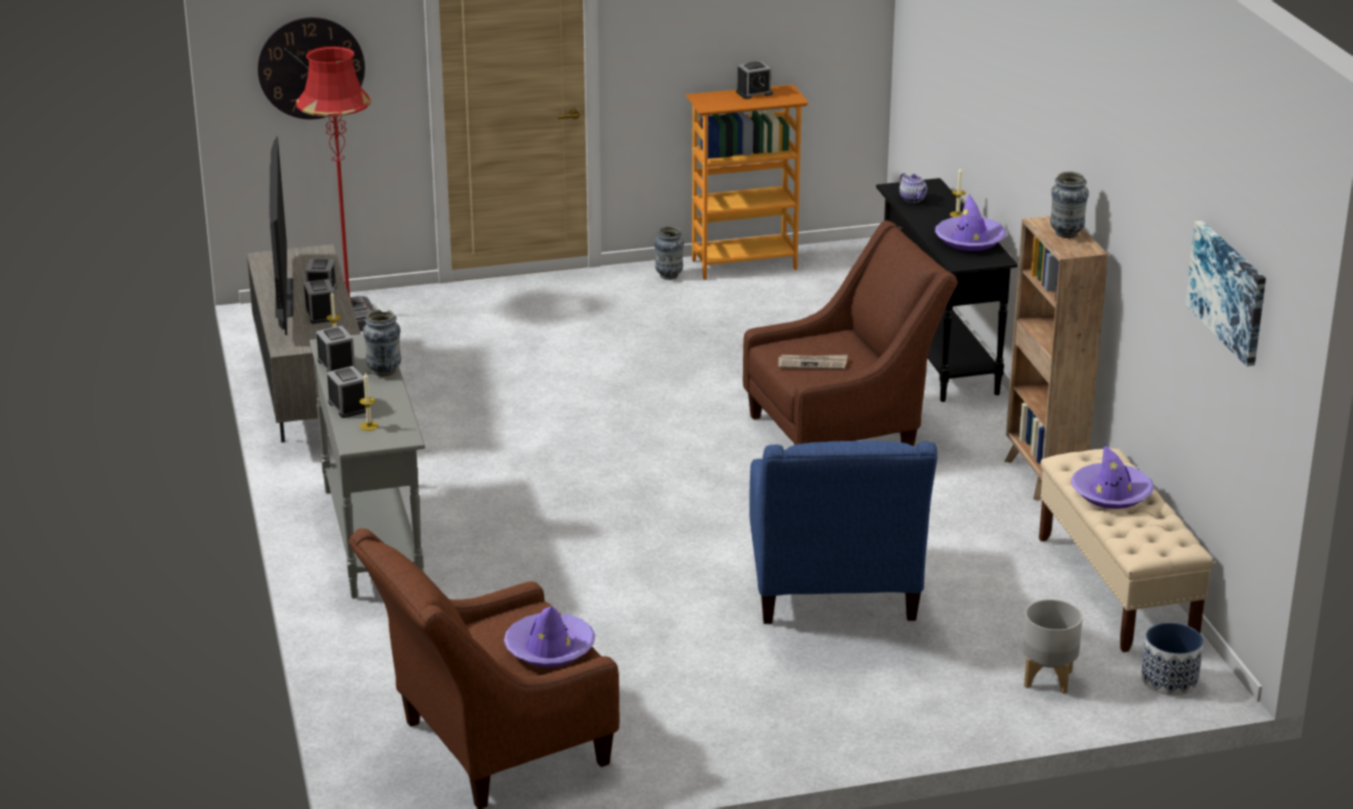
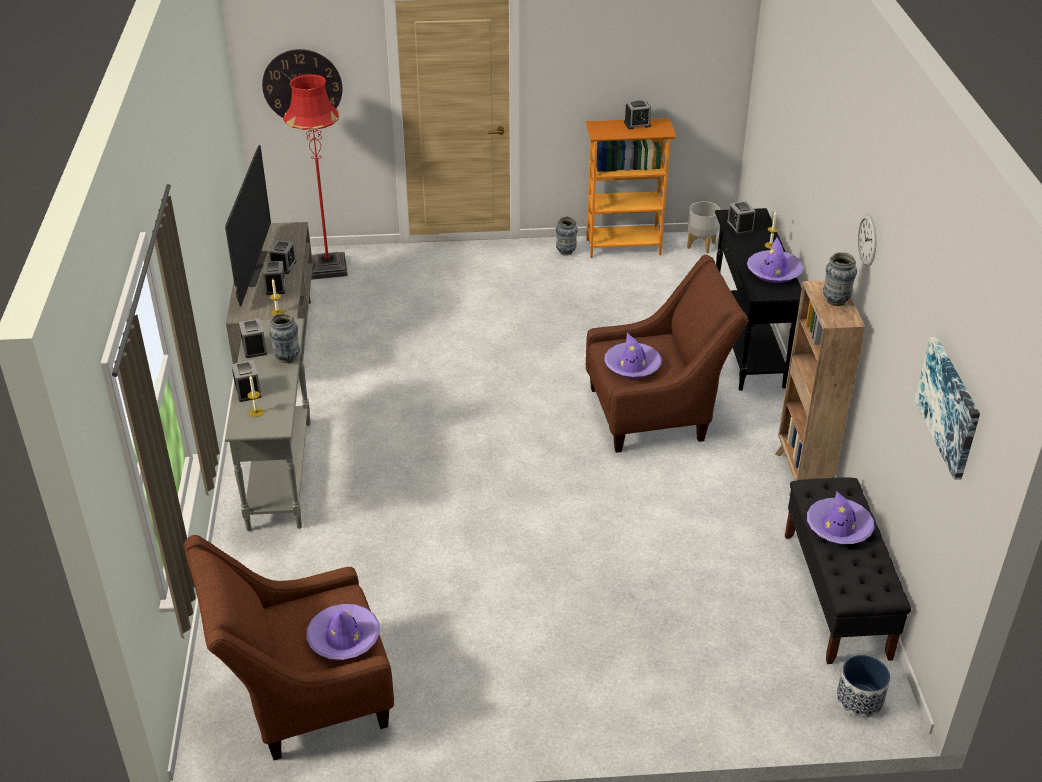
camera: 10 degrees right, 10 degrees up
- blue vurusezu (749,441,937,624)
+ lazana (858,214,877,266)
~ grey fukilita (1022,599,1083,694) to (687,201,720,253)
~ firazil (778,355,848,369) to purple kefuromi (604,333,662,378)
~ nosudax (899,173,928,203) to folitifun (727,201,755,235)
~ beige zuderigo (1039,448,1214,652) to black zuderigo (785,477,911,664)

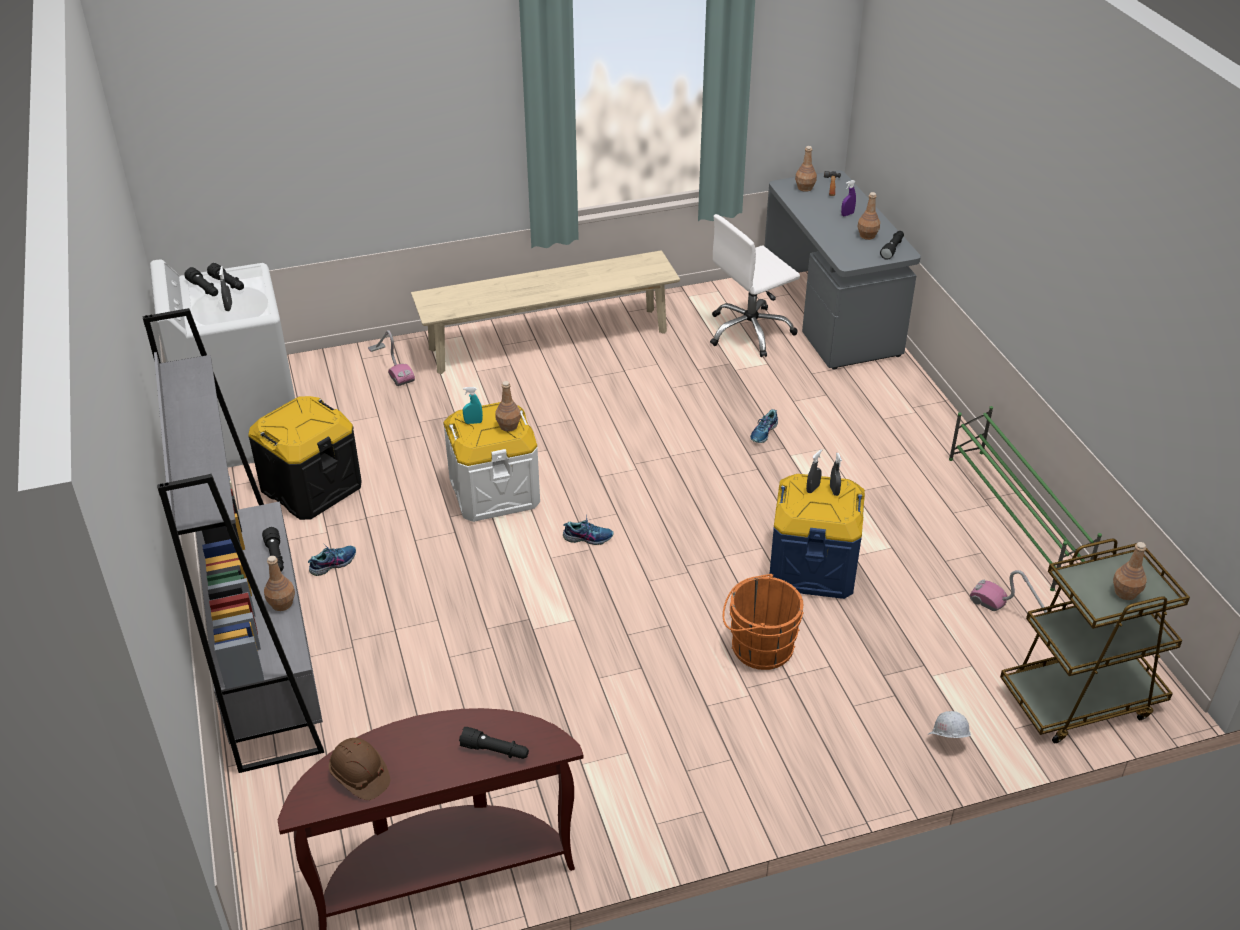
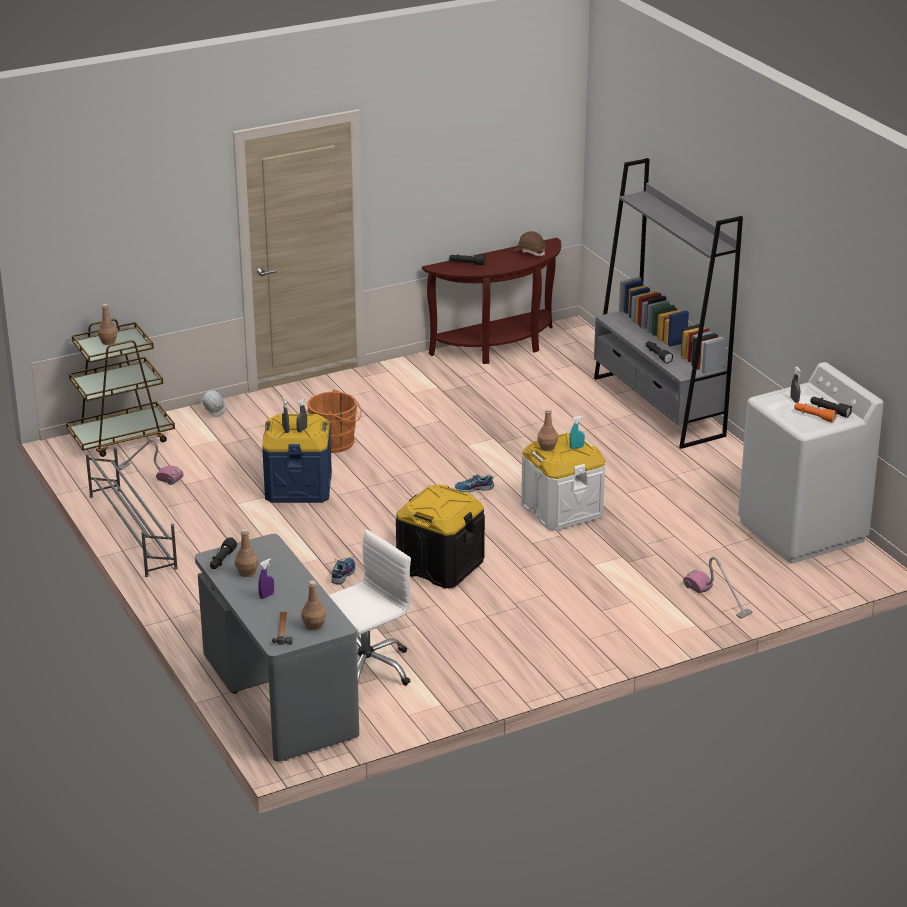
camera: 170 degrees right, 10 degrees down
- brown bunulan (264,556,295,611)
- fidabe (308,543,356,576)
- beige zuderigo (411,250,680,374)
~ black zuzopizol (248,396,362,520) to (396,485,485,589)
~ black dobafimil (207,263,244,290) to orange dobafimil (794,403,837,423)
~ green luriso (949,406,1102,591) to grey luriso (86,447,178,577)

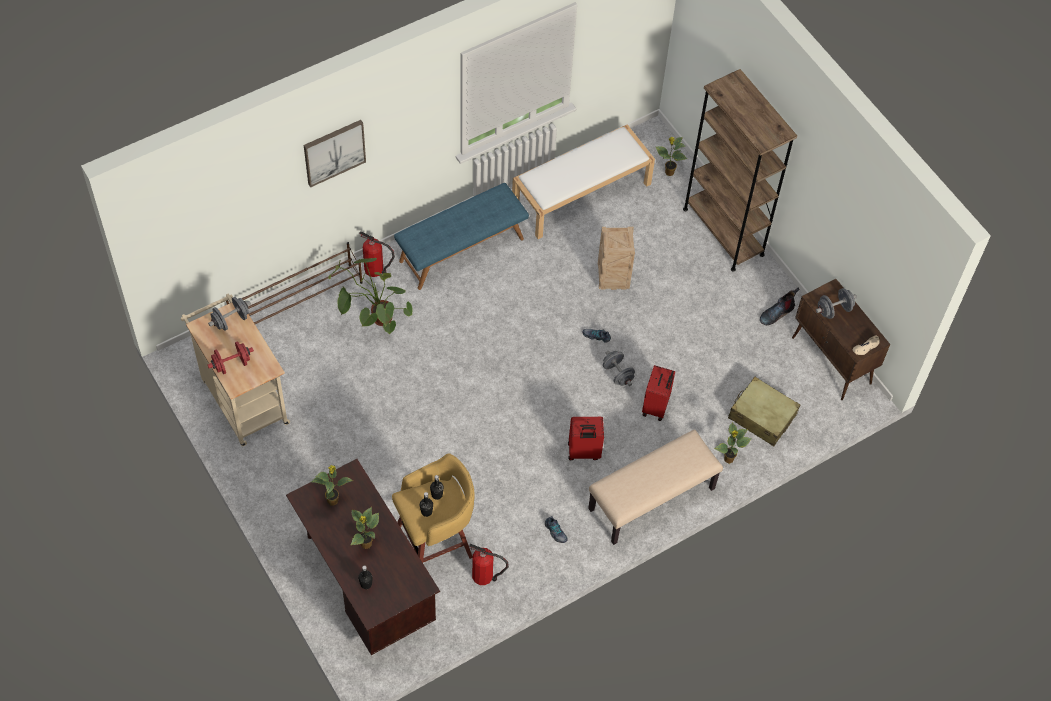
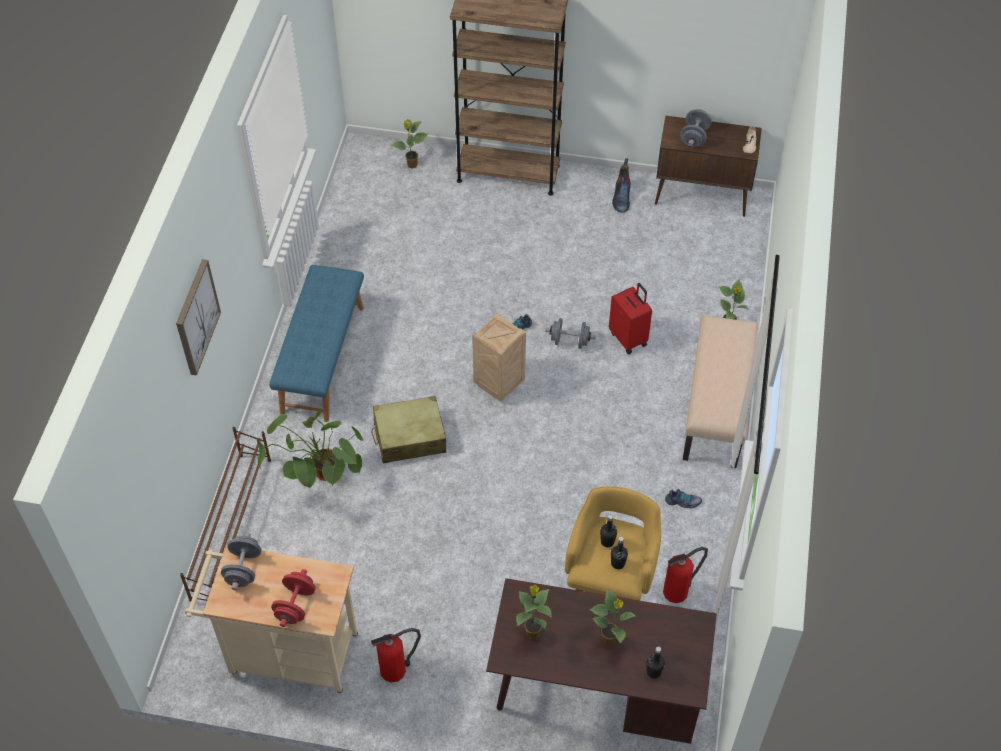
camera: 45 degrees left, 5 degrees down
- white zuderigo (512,124,655,239)
- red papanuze (568,417,604,460)
~ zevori (359,231,395,277) to (371,628,421,683)
~ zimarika (598,226,635,290) to (472,312,526,402)
~ beige papanuze (728,377,800,446) to (371,396,446,464)

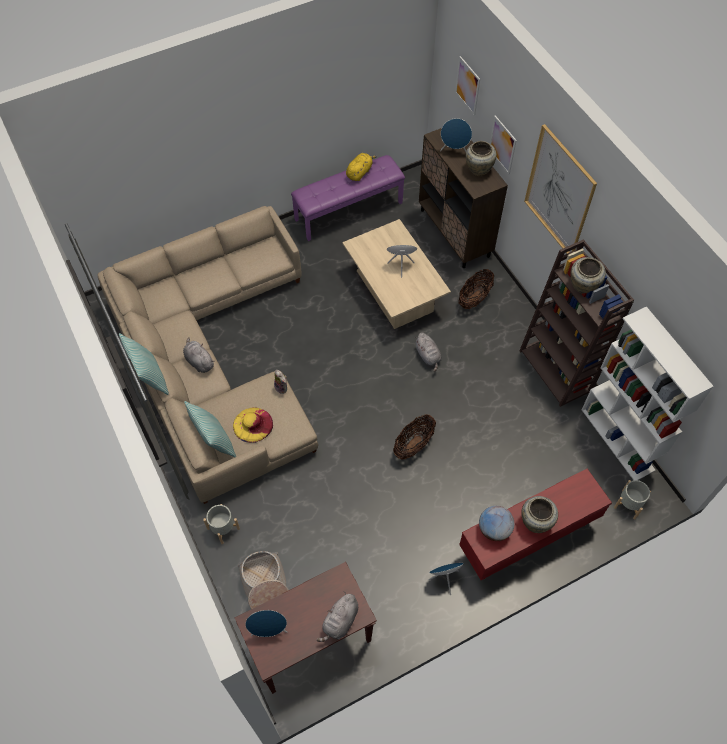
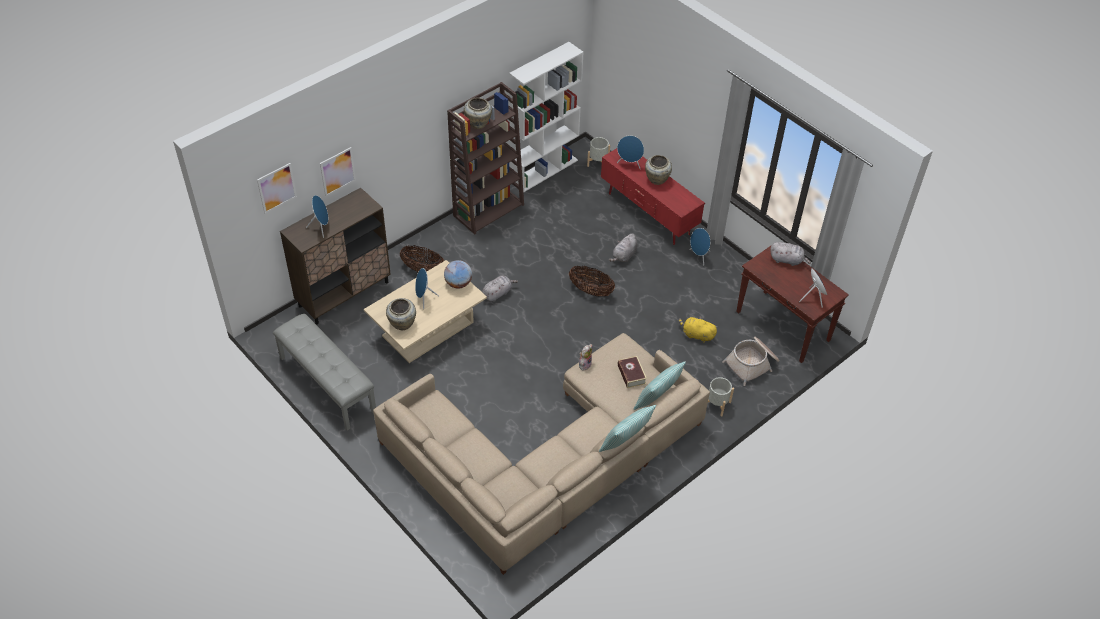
camera: 105 degrees left, 10 degrees down
- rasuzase (524,124,597,254)
+ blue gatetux (617,135,644,169)
~ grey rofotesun (183,337,215,373) to (609,233,638,262)
~ yellow rofotesun (346,153,377,181) to (679,316,718,343)
~ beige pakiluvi (466,141,497,176) to (386,298,416,330)
~ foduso (479,506,514,541) to (444,260,472,289)
~ yellow kefuromi (233,407,273,443) to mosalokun (618,356,647,388)
~ purple zuderigo (291,155,405,241) to grey zuderigo (273,314,376,431)

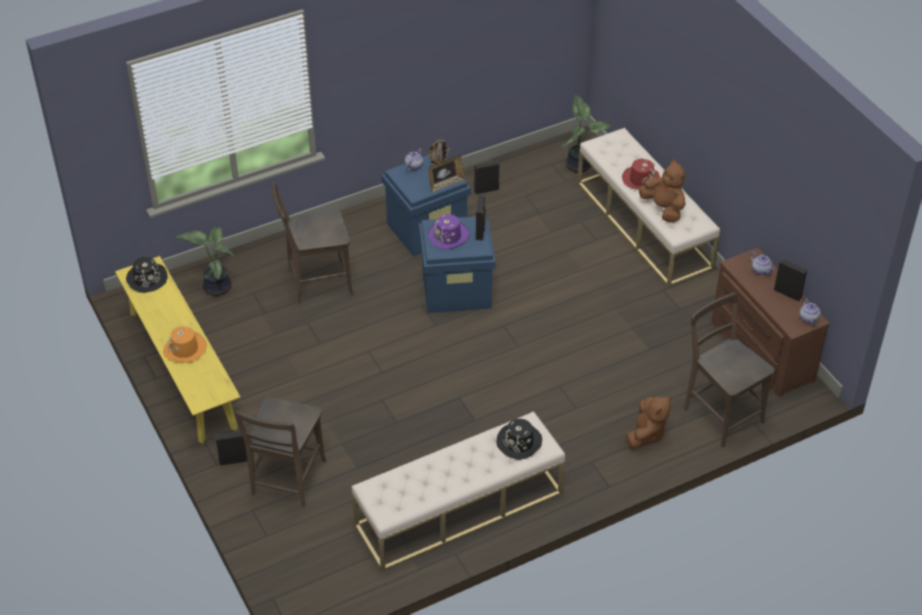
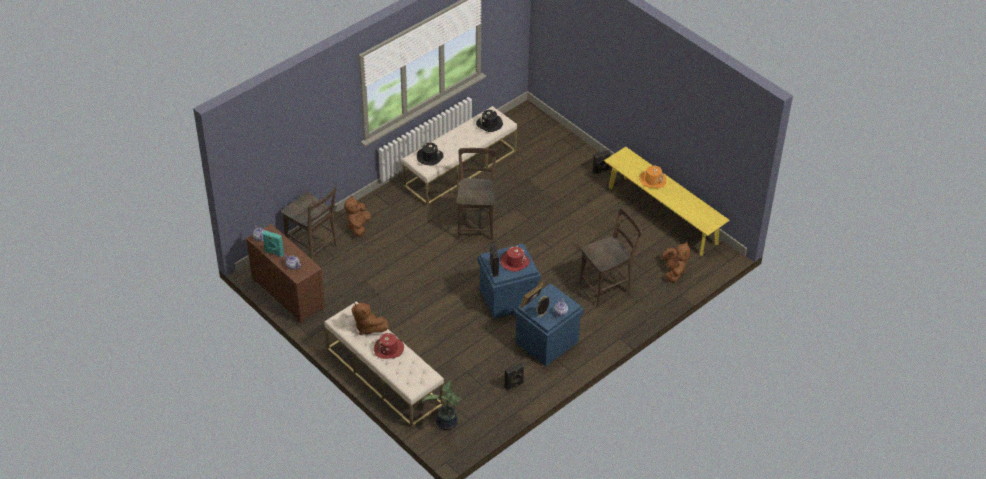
camera: 165 degrees right, 0 degrees up
~ black kefuromi (126,257,167,293) to (476,109,503,132)
~ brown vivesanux (234,397,326,507) to (456,148,497,240)
~ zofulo (175,226,234,296) to brown rofotesun (662,241,690,283)
~ purple kefuromi (428,214,469,249) to red kefuromi (500,246,530,272)
~ black gatetux (774,258,808,301) to turquoise gatetux (262,230,284,257)

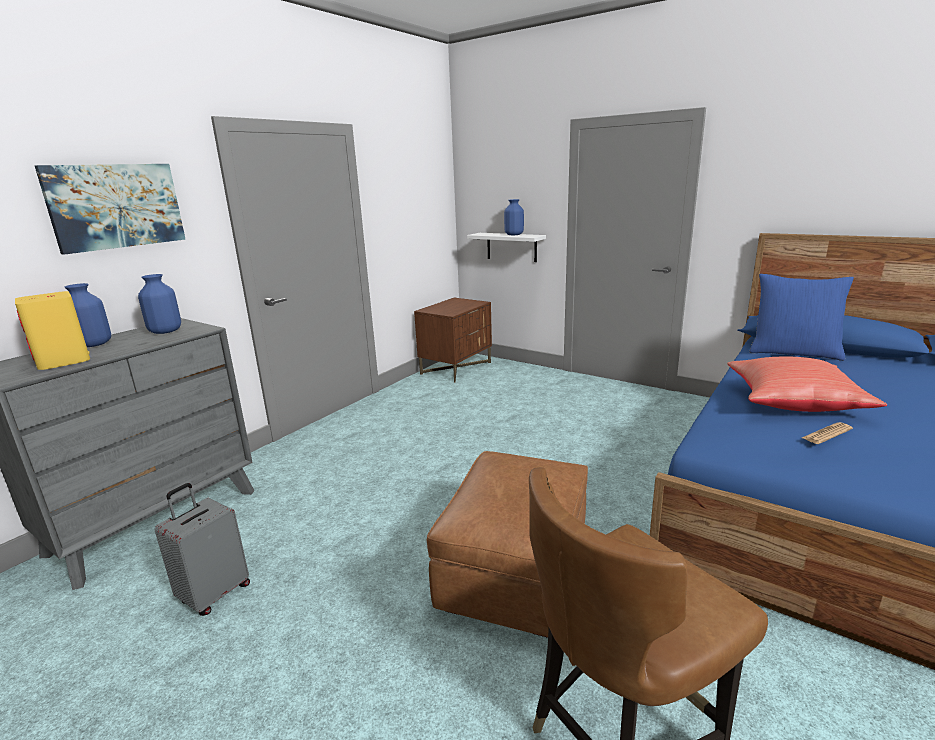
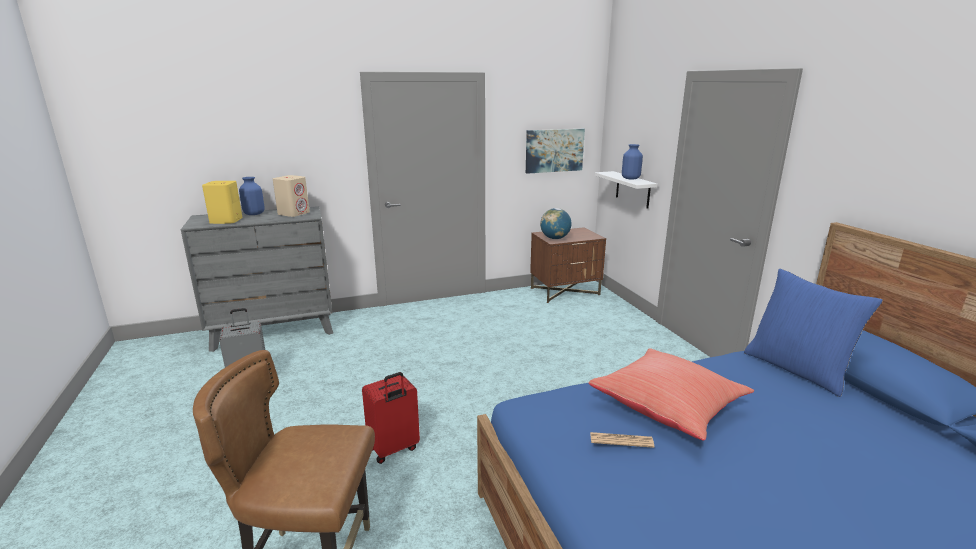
camera: 35 degrees right, 0 degrees up
+ foduso (540,208,572,239)
~ rasuzase (35,164,185,255) to (526,129,585,174)
~ blue pakiluvi (138,274,181,334) to beige gatetux (273,175,310,217)
~ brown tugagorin (427,451,588,638) to red papanuze (362,372,420,464)

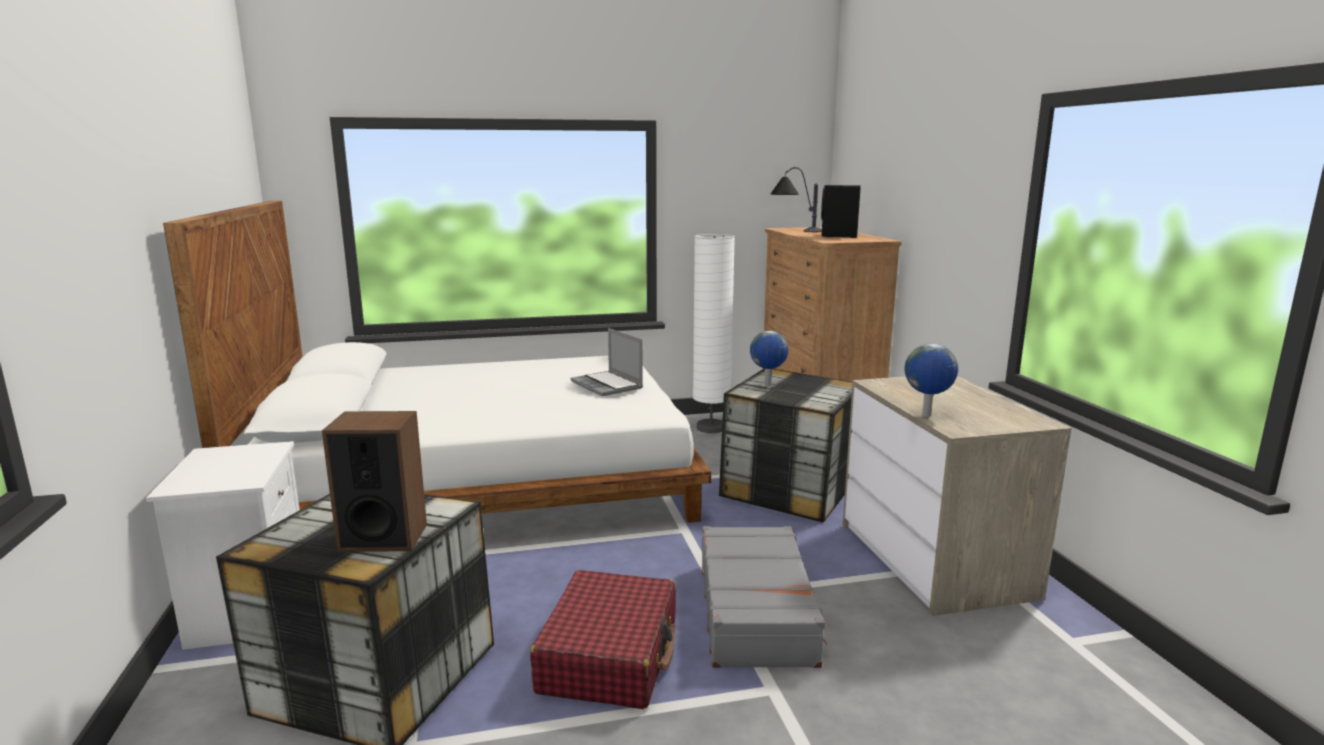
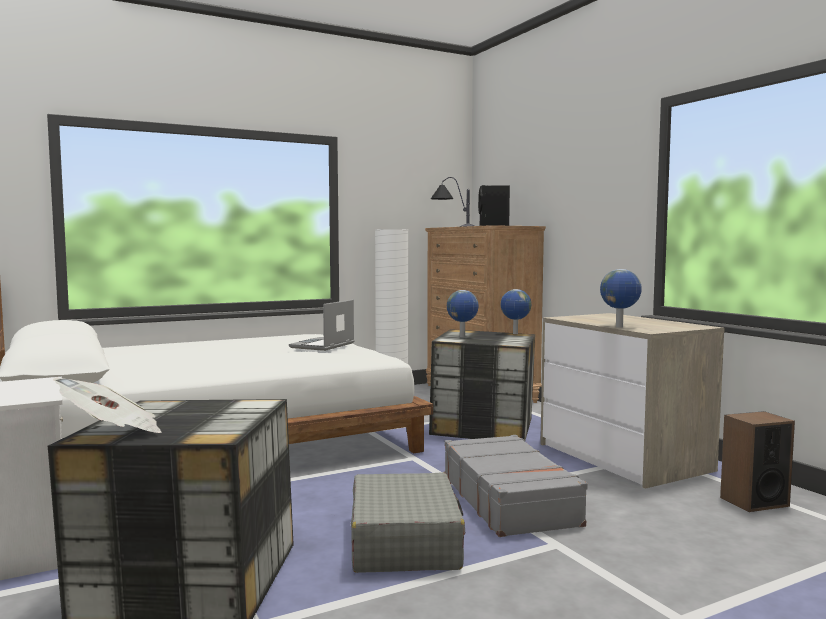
camera: 15 degrees left, 10 degrees down
+ firazil (53,378,162,433)
+ foduso (501,289,531,334)
~ gatetux (322,411,427,552) to (720,411,795,512)
~ red papanuze (530,570,676,709) to grey papanuze (351,472,465,573)
~ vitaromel (571,328,643,396) = (289,300,354,351) 75 degrees clockwise

